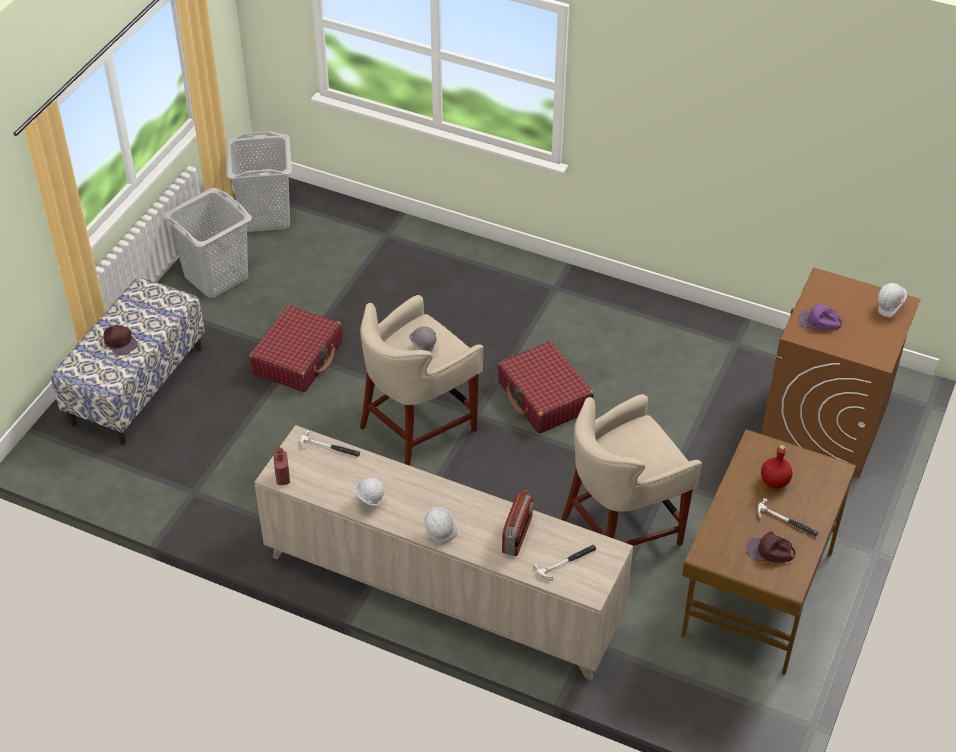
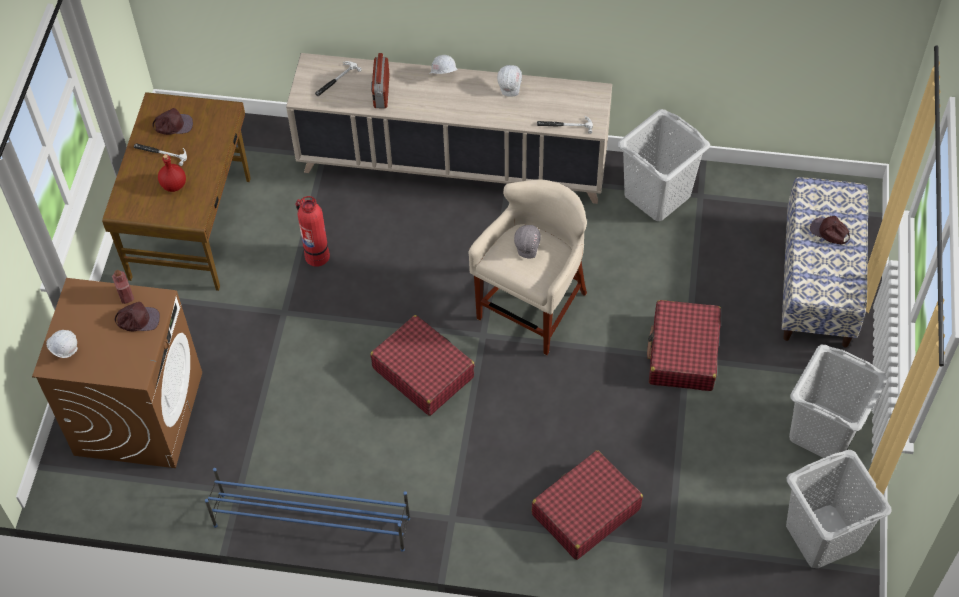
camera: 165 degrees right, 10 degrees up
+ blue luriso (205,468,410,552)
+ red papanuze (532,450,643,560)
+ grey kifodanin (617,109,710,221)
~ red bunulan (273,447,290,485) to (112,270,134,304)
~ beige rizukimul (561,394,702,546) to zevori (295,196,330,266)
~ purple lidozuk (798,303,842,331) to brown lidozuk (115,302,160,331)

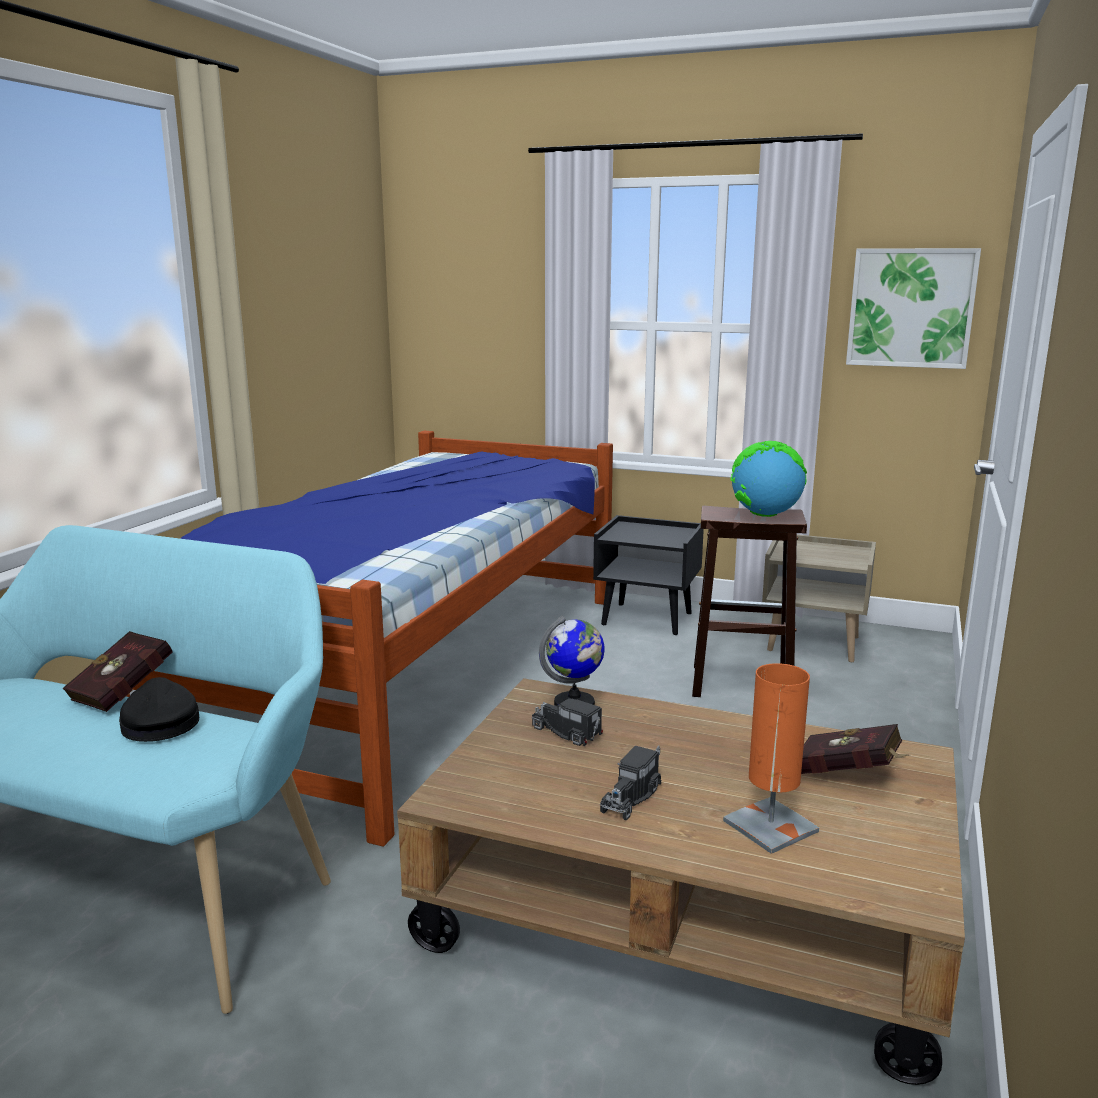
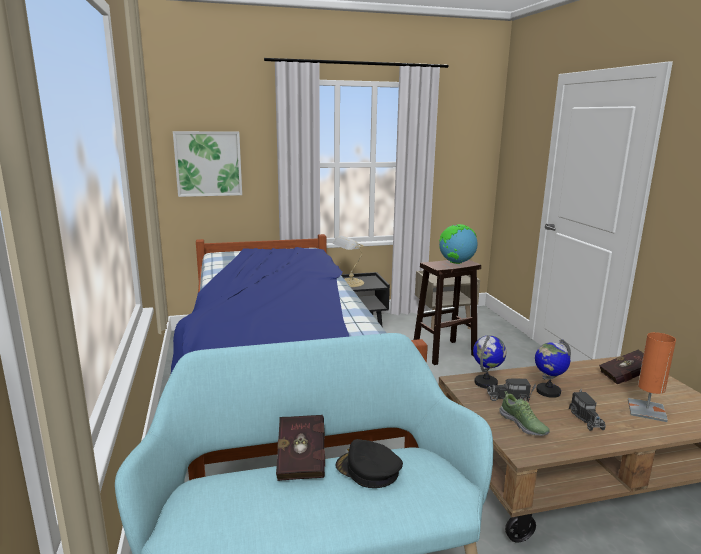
camera: 35 degrees left, 0 degrees up
+ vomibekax (333,236,364,287)
+ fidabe (499,391,550,436)
+ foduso (535,339,571,398)
~ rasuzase (846,248,981,369) to (173,131,242,197)

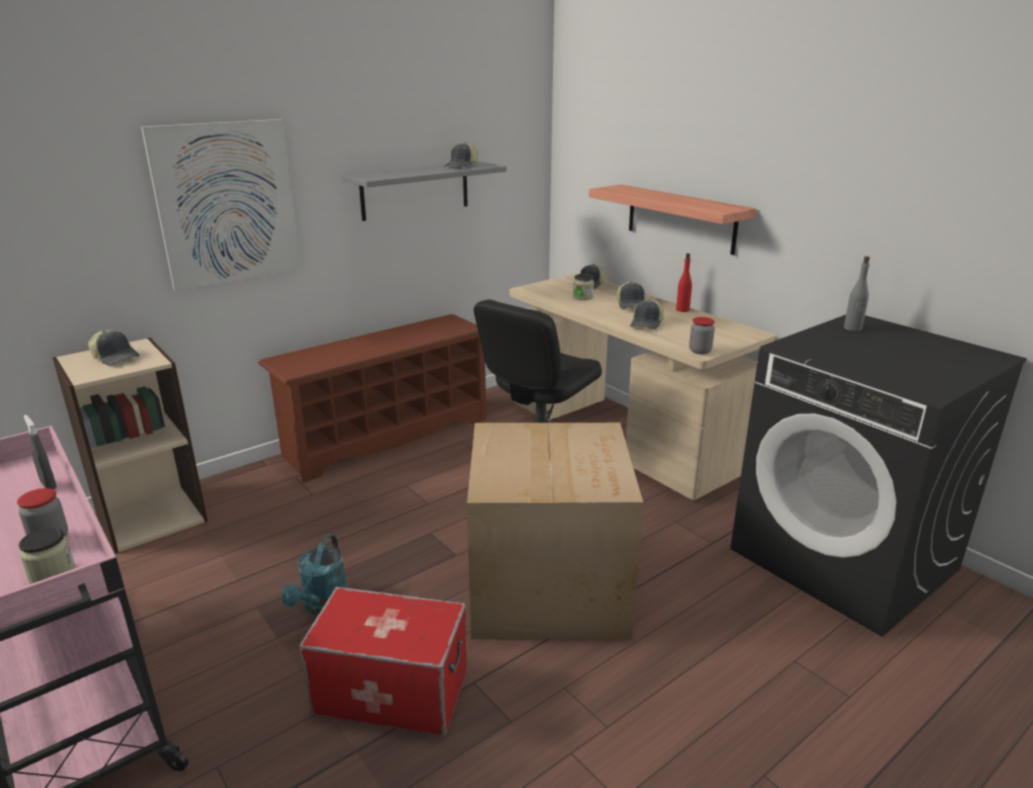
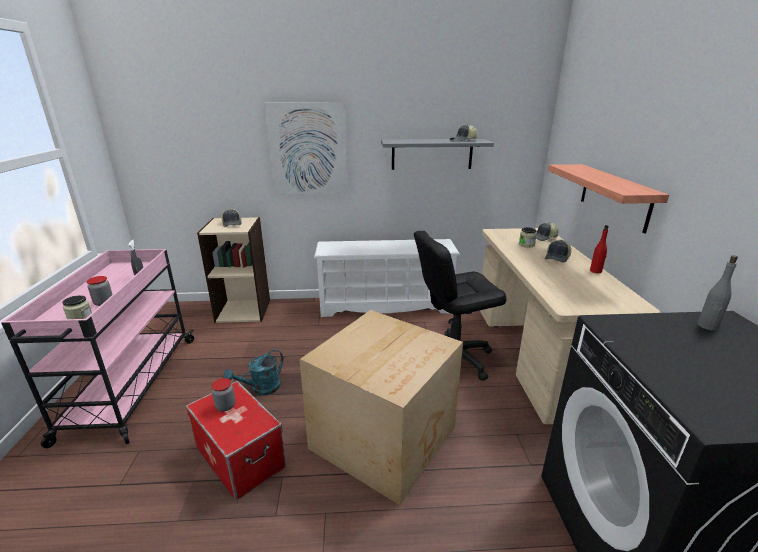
camera: 35 degrees right, 0 degrees up
- lidozuk (630,299,664,329)
~ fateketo (689,317,715,354) to (211,378,235,411)
~ brown luriso (258,314,486,483) to white luriso (314,239,460,317)

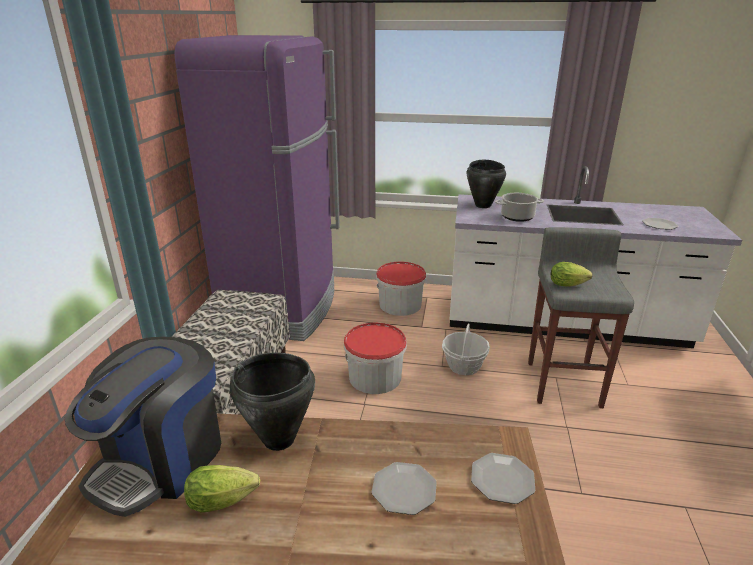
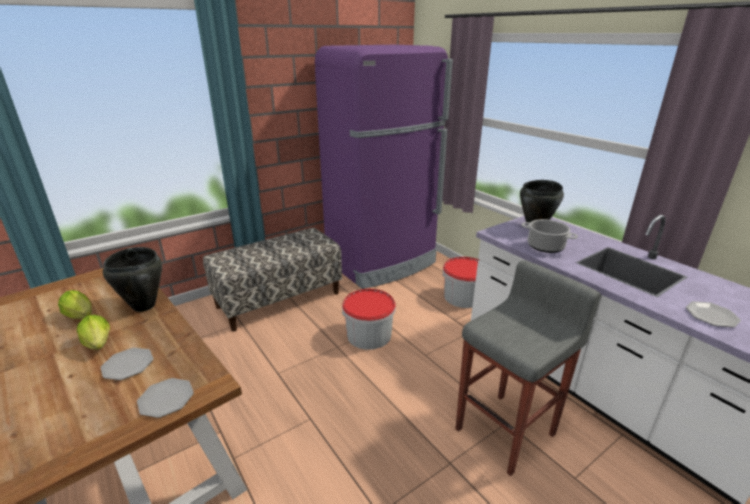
camera: 45 degrees right, 0 degrees up
- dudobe (64,337,221,517)
- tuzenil (442,323,490,375)
~ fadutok (551,262,592,287) to (77,315,110,350)

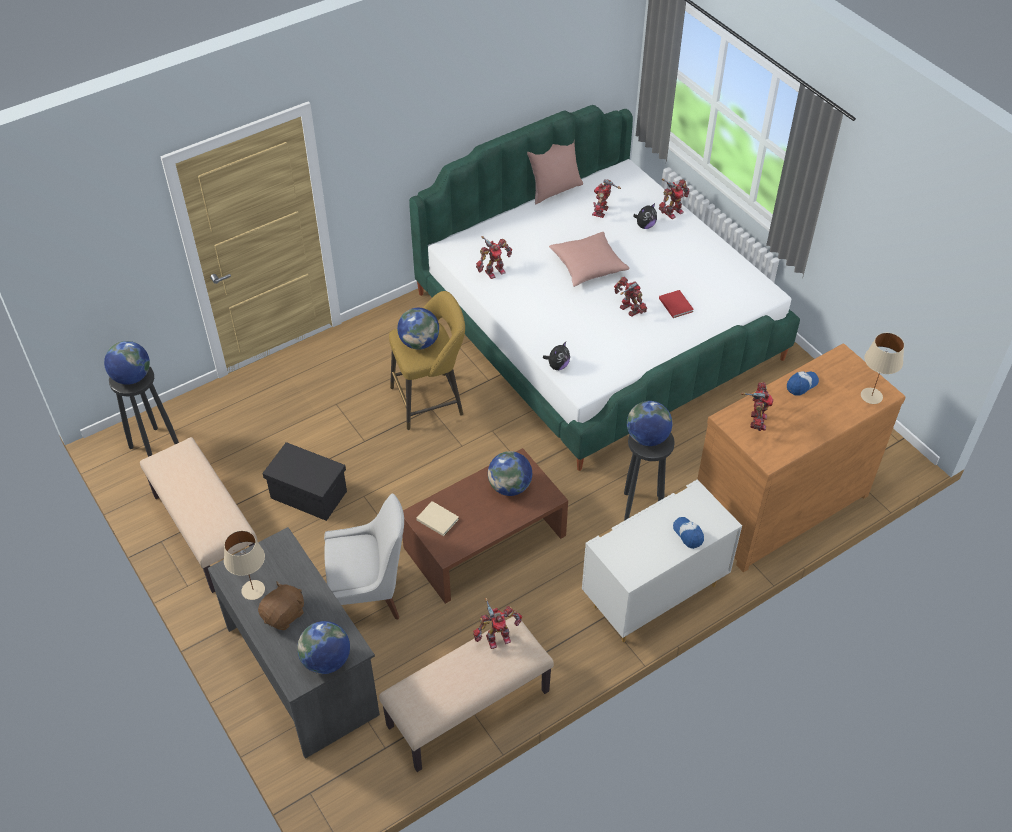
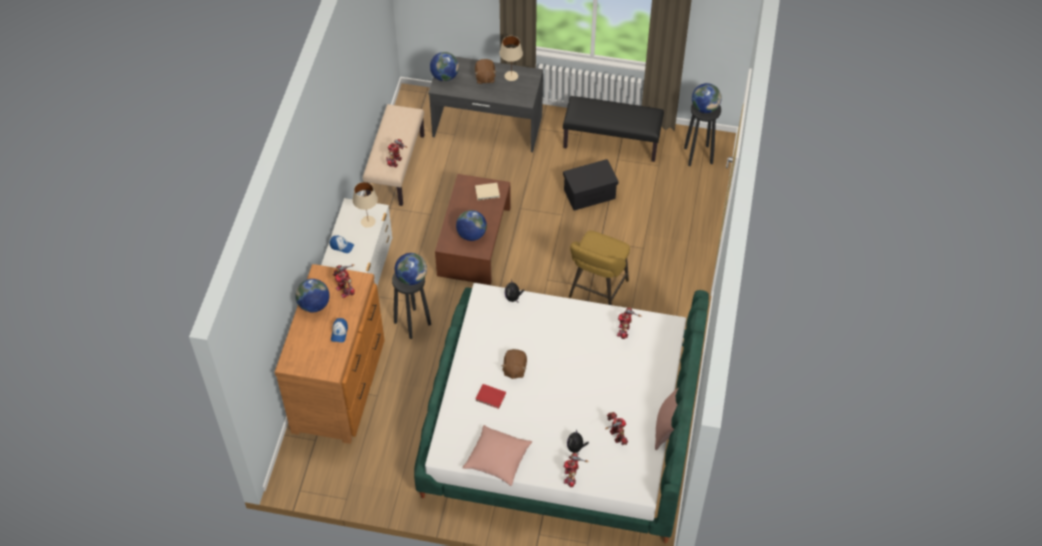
camera: 135 degrees right, 5 degrees up
- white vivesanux (324,494,404,620)
~ foduso (397,308,439,350) to (295,279,330,312)
~ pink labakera (549,232,630,287) to (463,425,532,486)
~ beige vomibekax (861,333,904,404) to (352,182,378,228)
~ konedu (614,277,647,317) to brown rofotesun (502,349,527,379)
~ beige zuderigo (140,437,257,593) to black zuderigo (563,96,664,162)

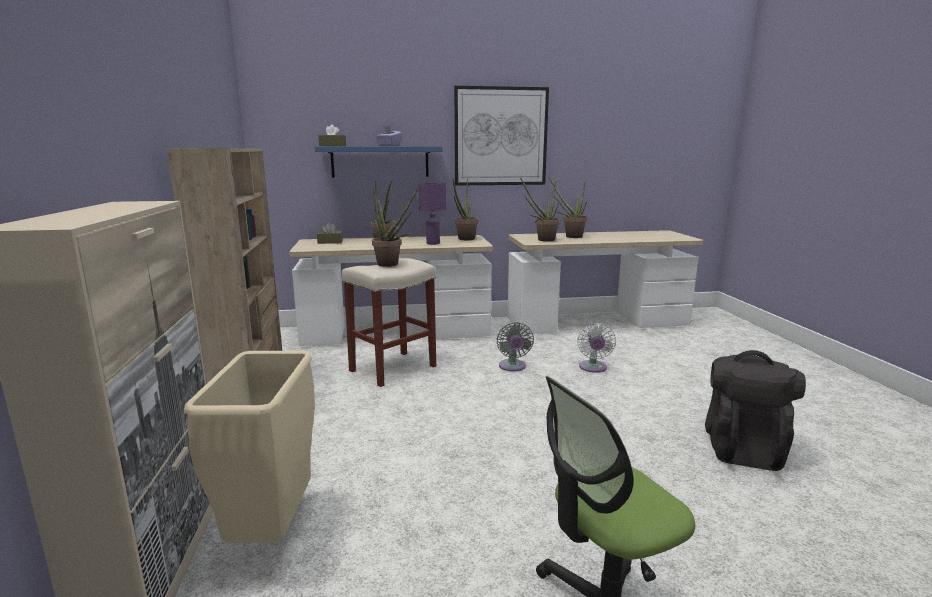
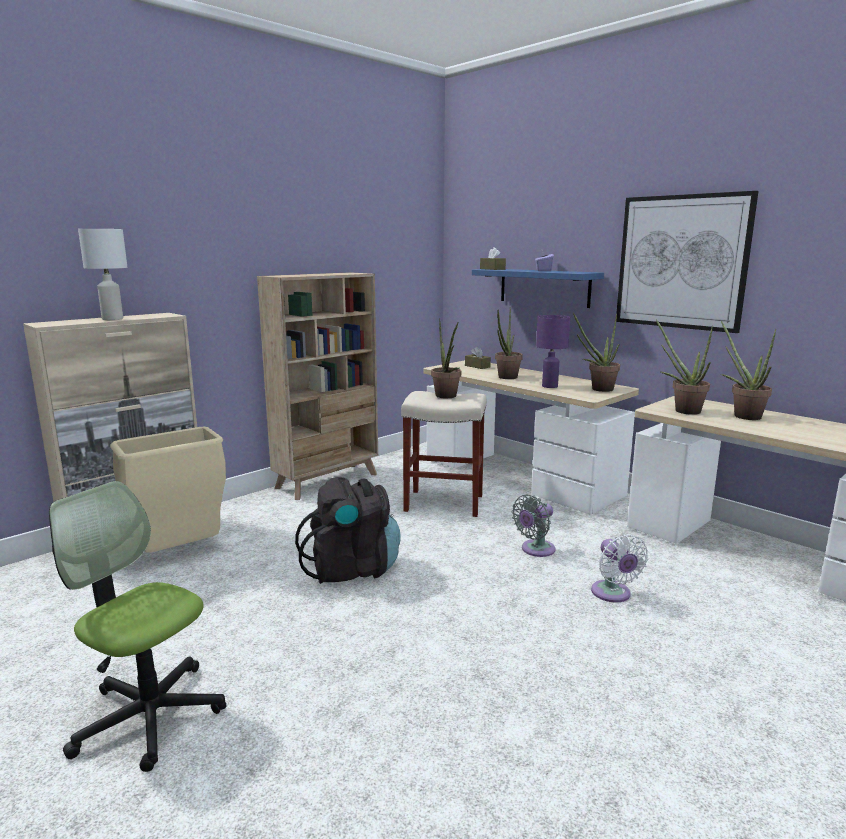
camera: 55 degrees right, 0 degrees up
+ white vomibekax (78,229,128,320)
~ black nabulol (705,350,806,471) to (295,477,401,584)
~ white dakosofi (577,323,616,373) = (591,535,649,602) 75 degrees counterclockwise

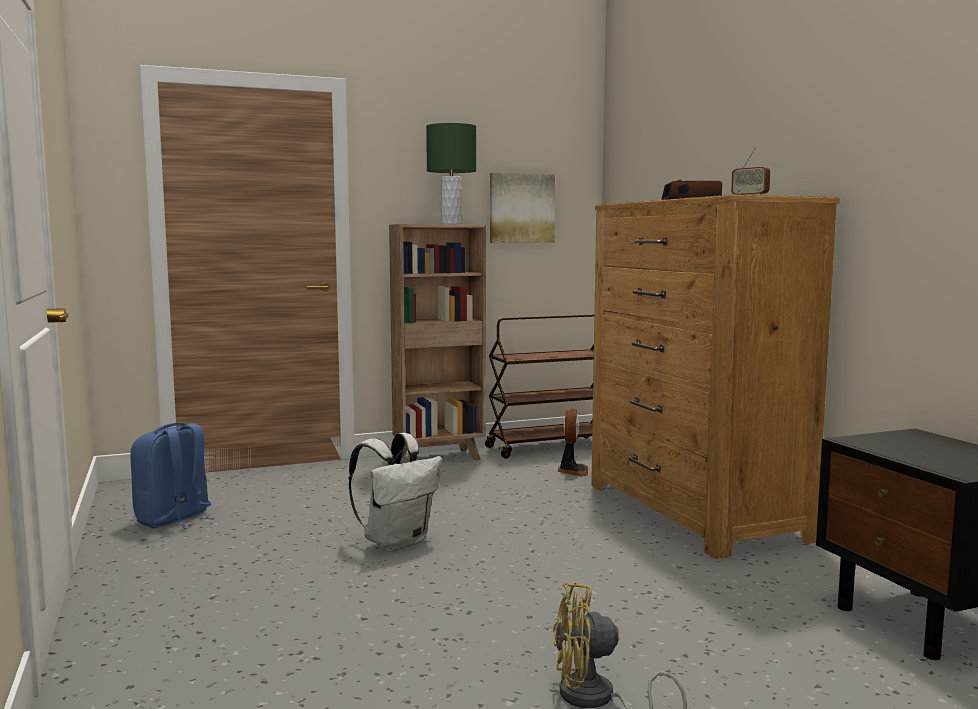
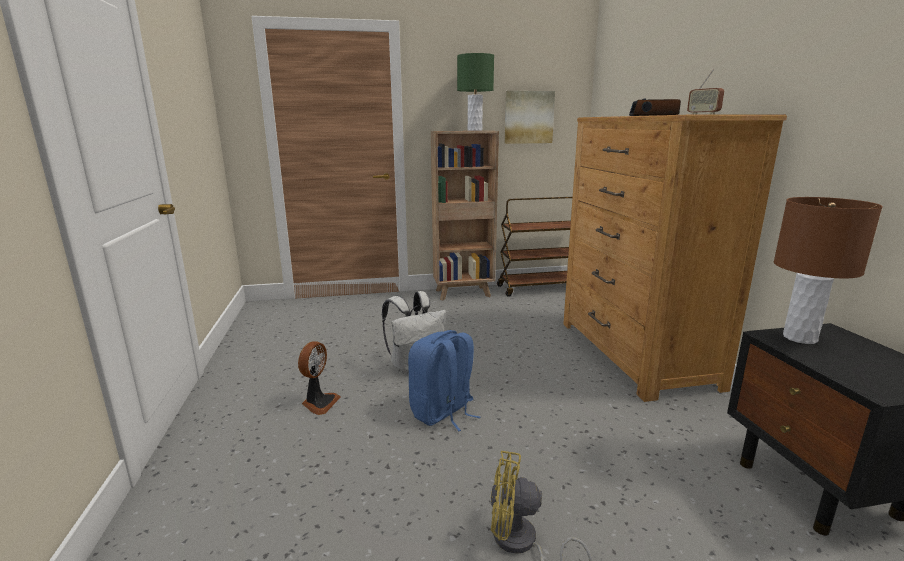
camera: 10 degrees right, 10 degrees up
+ brown vomibekax (774,197,883,344)
~ blue nabulol (131,423,215,529) to (408,330,480,431)
~ dakosofi (558,408,588,477) to (298,341,341,415)

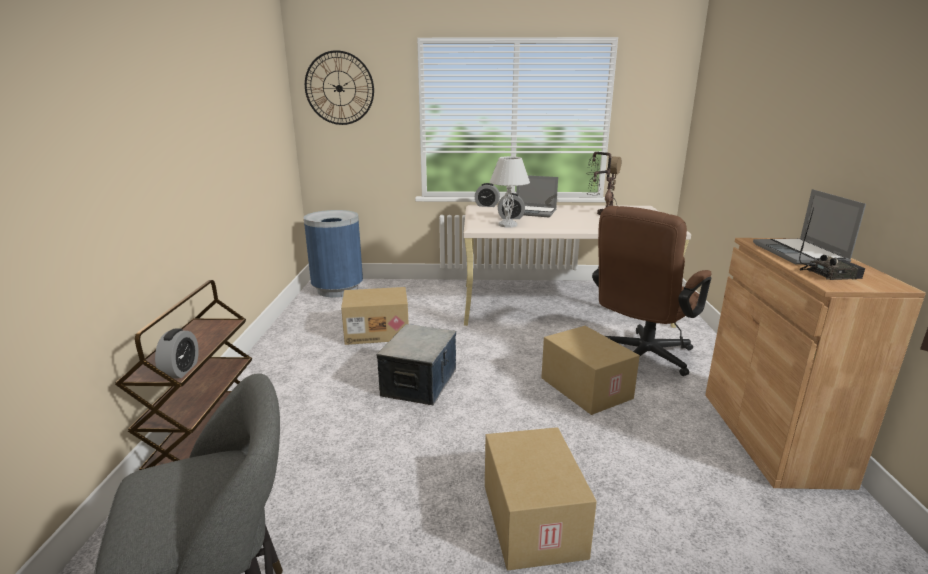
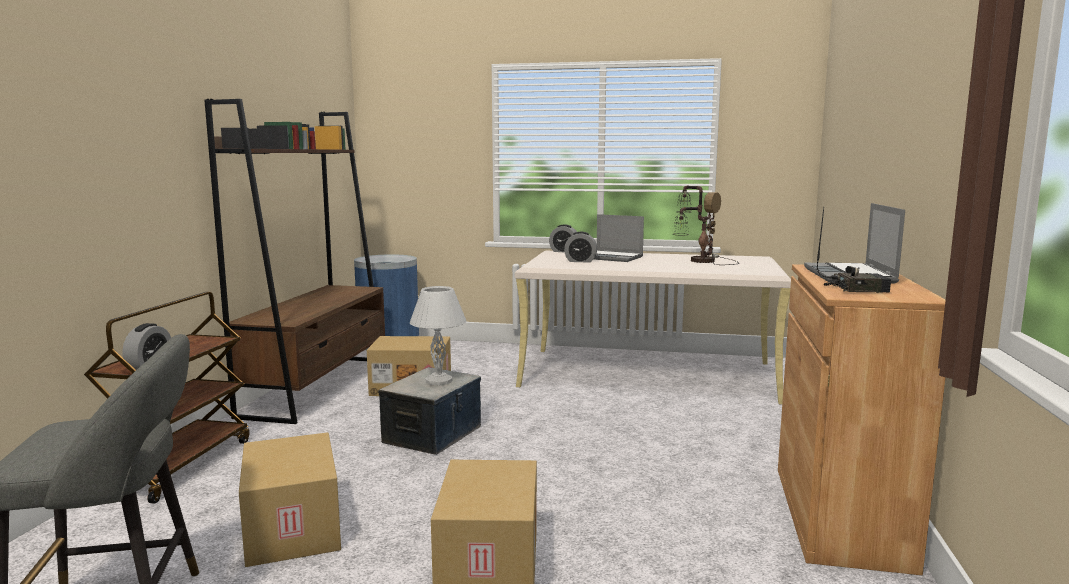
camera: 10 degrees right, 10 degrees down
- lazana (305,50,374,125)
- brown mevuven (592,206,711,376)
+ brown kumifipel (204,99,385,424)
~ white vomibekax (490,156,530,227) to (410,286,466,385)
~ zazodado (541,326,640,415) to (239,432,341,567)

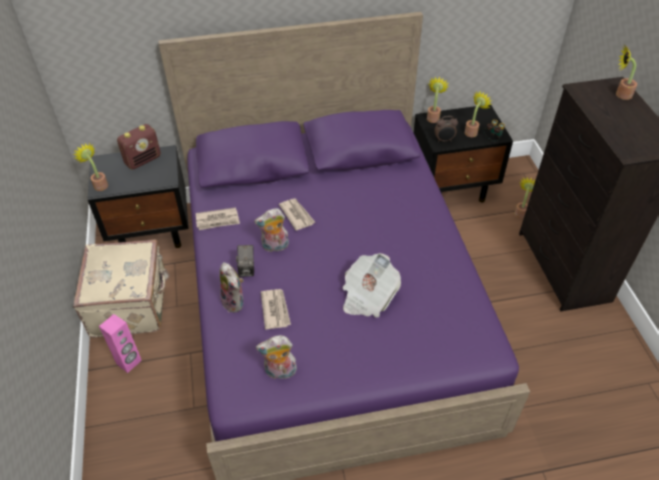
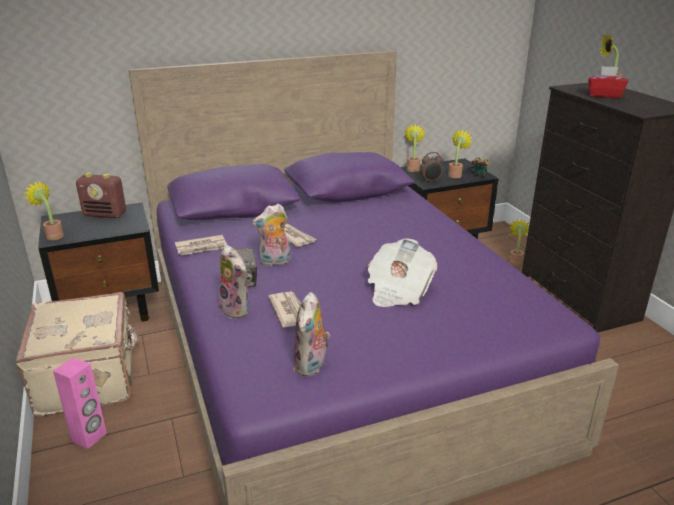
camera: 10 degrees left, 20 degrees down
+ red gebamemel (588,66,629,98)
~ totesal (117,124,161,170) = (76,173,126,218) 60 degrees clockwise
~ rofotesun (256,335,297,379) = (294,292,330,377) 60 degrees counterclockwise

